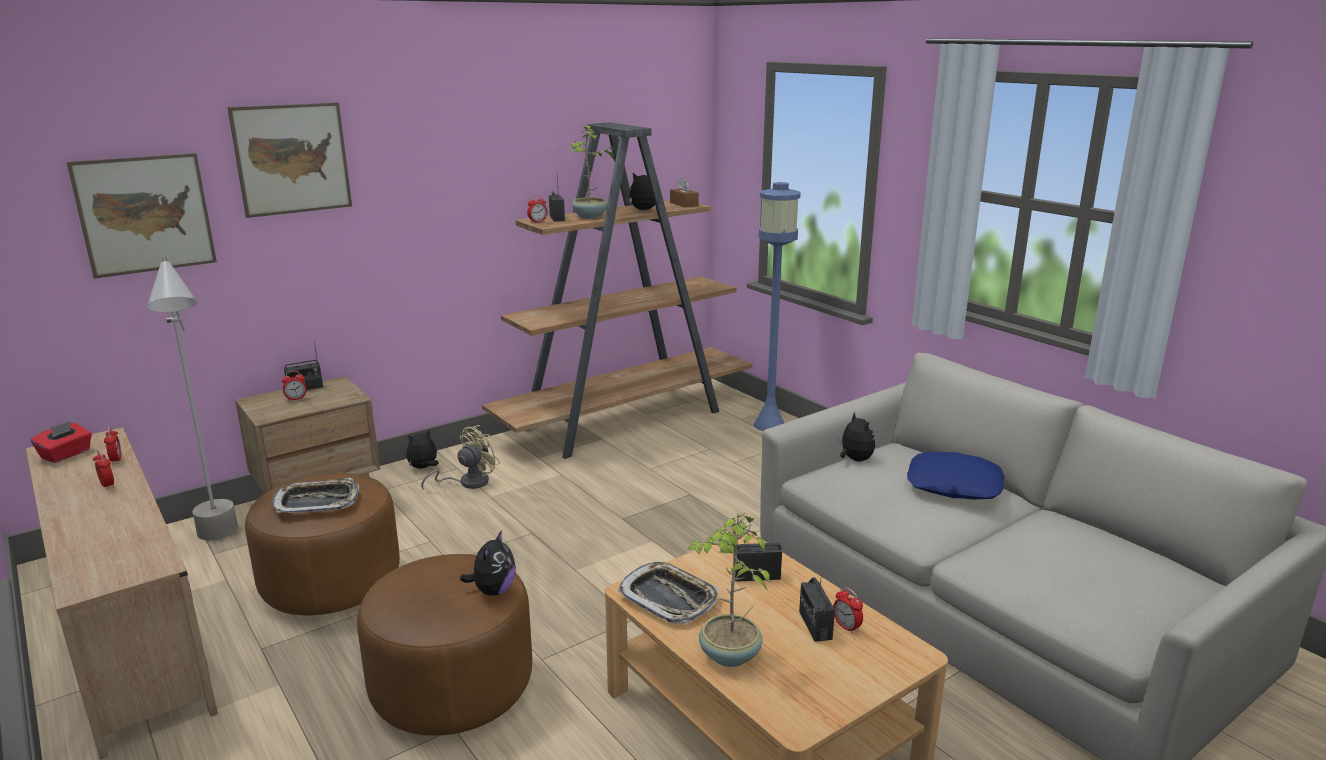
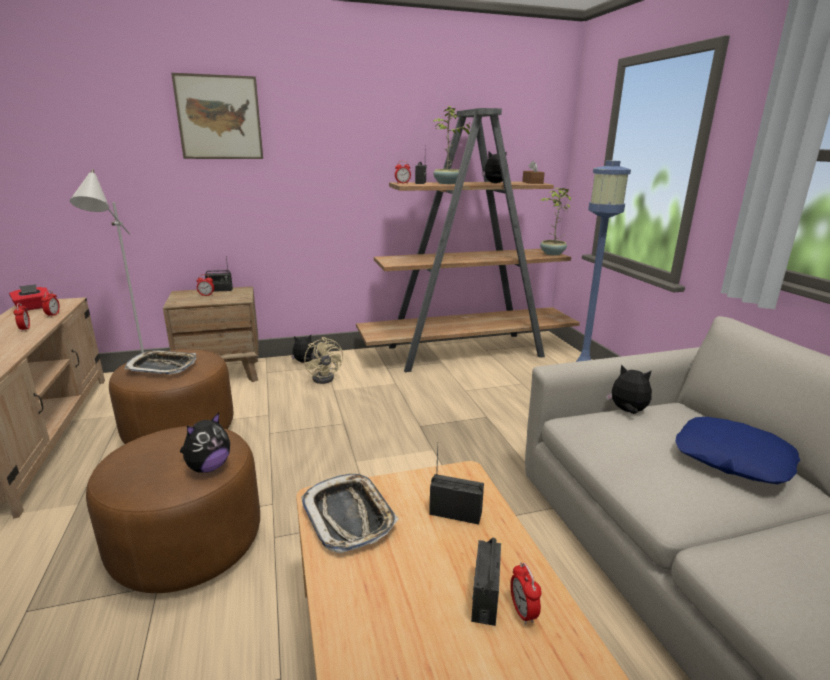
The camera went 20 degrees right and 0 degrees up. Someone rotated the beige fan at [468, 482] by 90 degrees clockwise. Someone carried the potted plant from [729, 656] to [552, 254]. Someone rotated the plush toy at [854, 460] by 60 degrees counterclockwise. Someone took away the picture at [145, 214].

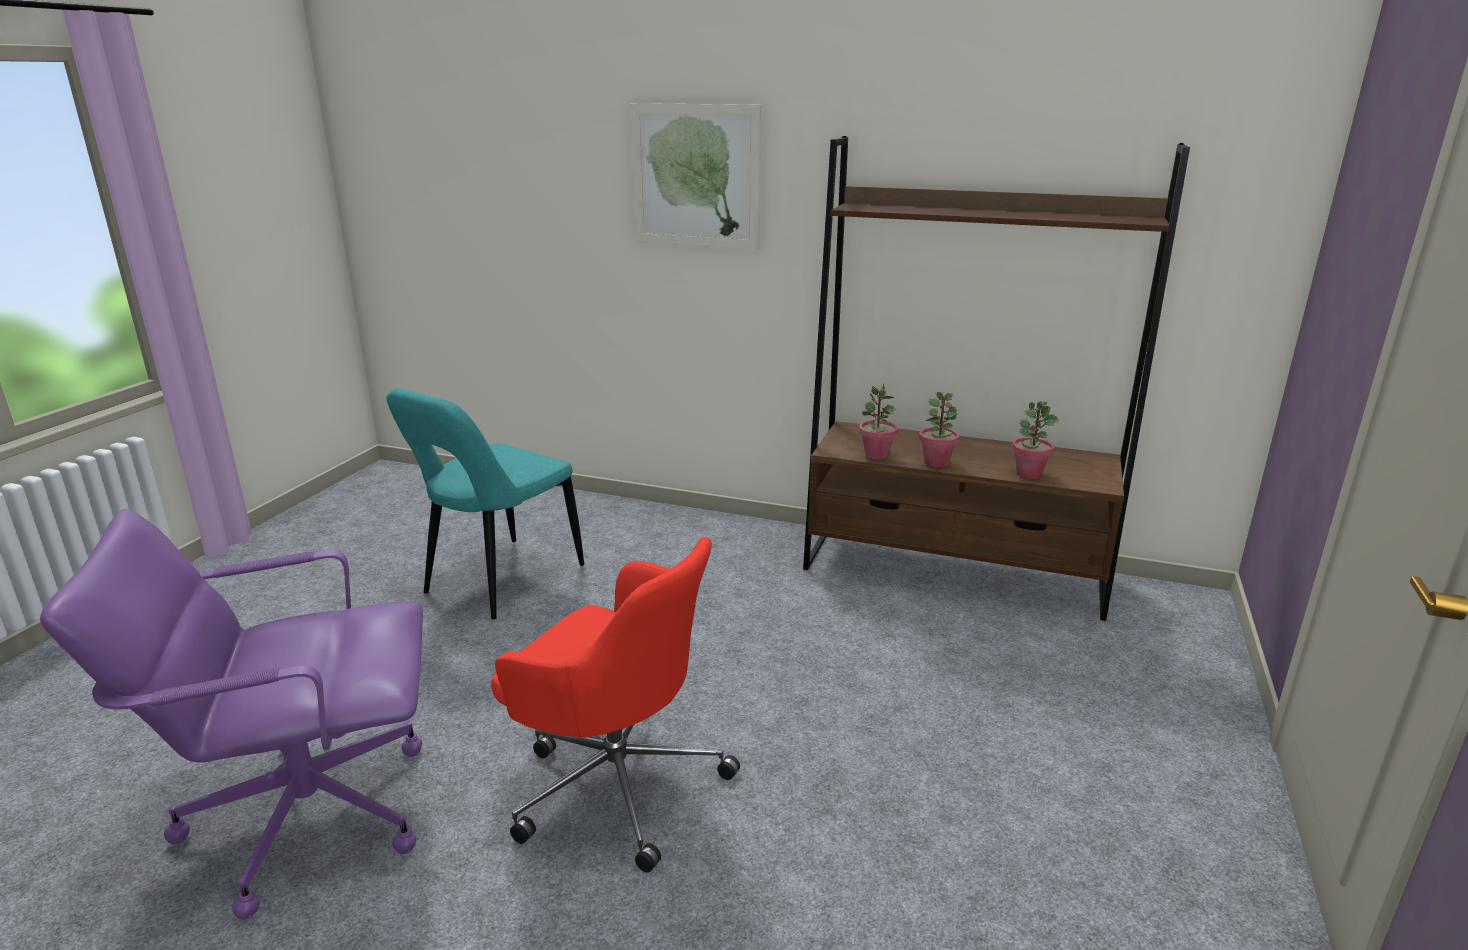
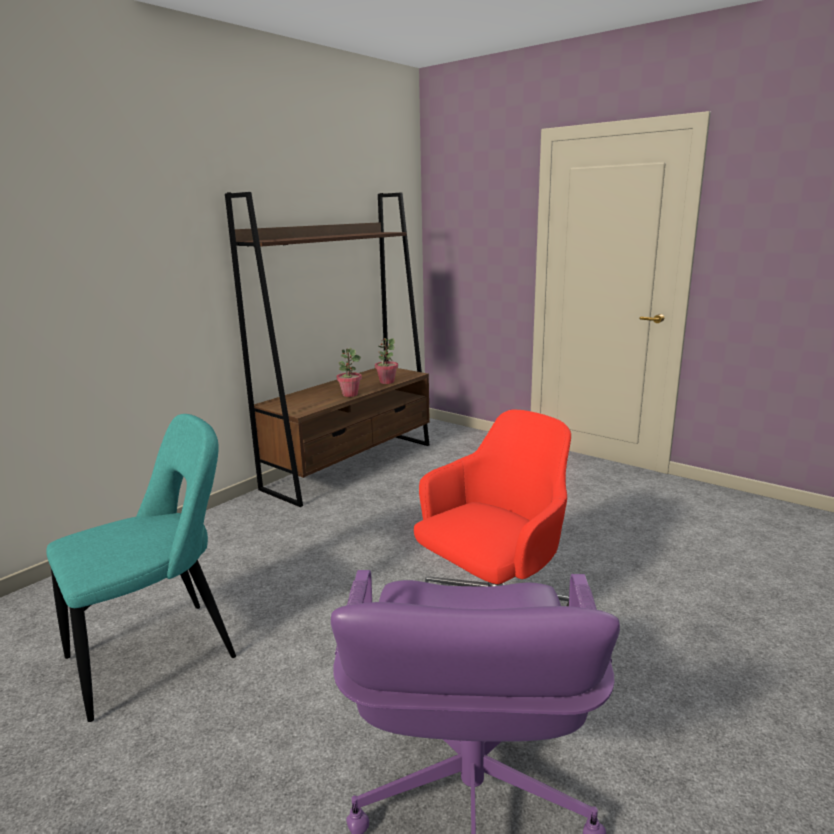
The camera went 70 degrees left and 5 degrees down. Someone rotated the turquoise chair at [499, 582] by 90 degrees counterclockwise. Someone took away the picture at [695, 176]. Someone took away the potted plant at [876, 455].

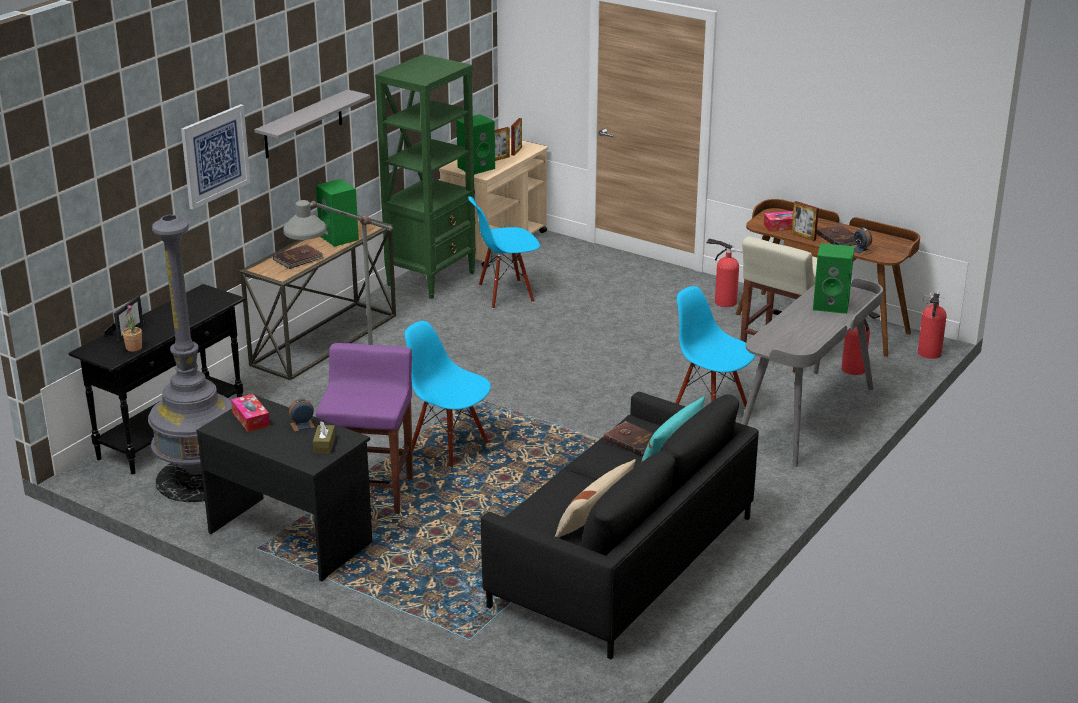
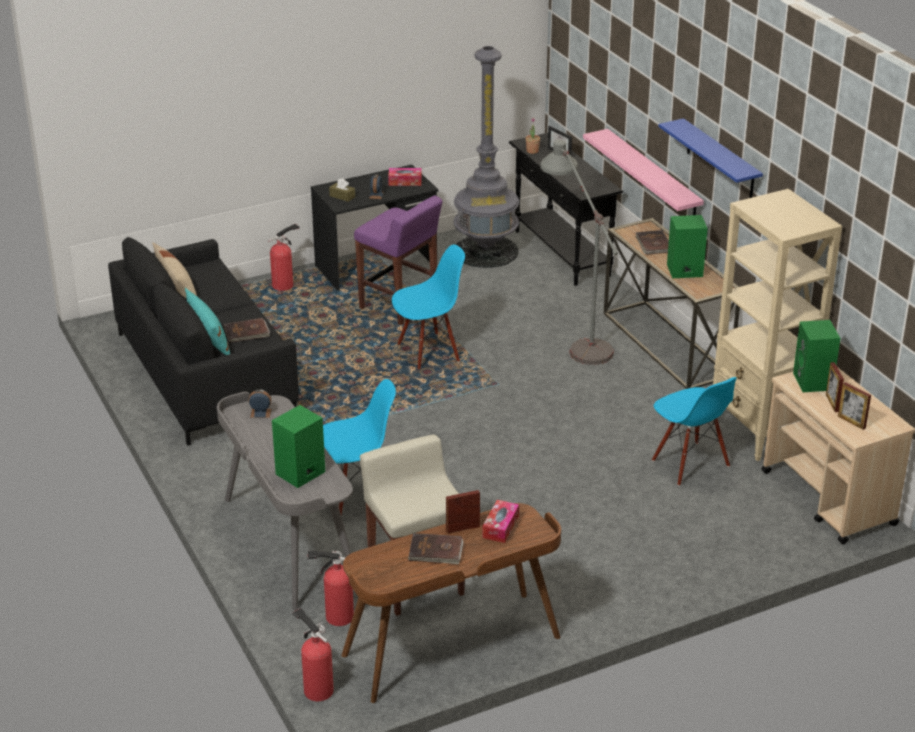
The camera went 120 degrees right and 5 degrees up. Someone carried the alarm clock from [861, 250] to [260, 413]. Someone carried the fire extinguisher from [723, 302] to [285, 285]. Someone put up the pink shelf at [653, 177]. Someone rotated the blue chair at [505, 294] by 135 degrees clockwise. Someone repainted the grey shelf at [303, 124], which became the blue shelf at [720, 160]. Someone repainted the green bookcase at [432, 279], which became the beige bookcase at [760, 432]. Someone took away the picture at [215, 156].

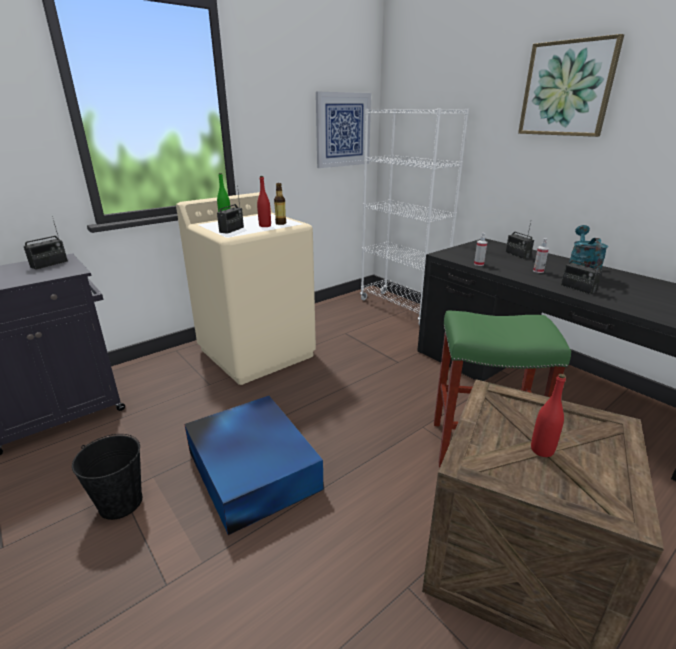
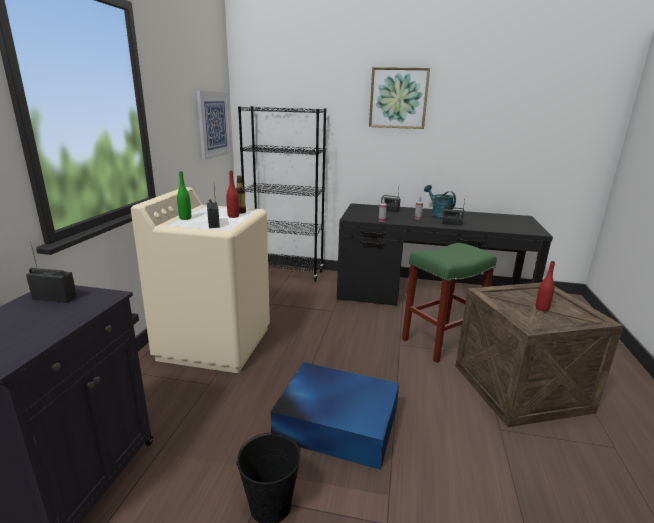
The camera went 40 degrees left and 5 degrees down. Someone rotated the radio at [49, 264] by 75 degrees counterclockwise. Someone repainted the white bookcase at [401, 308], which became the black bookcase at [285, 273].

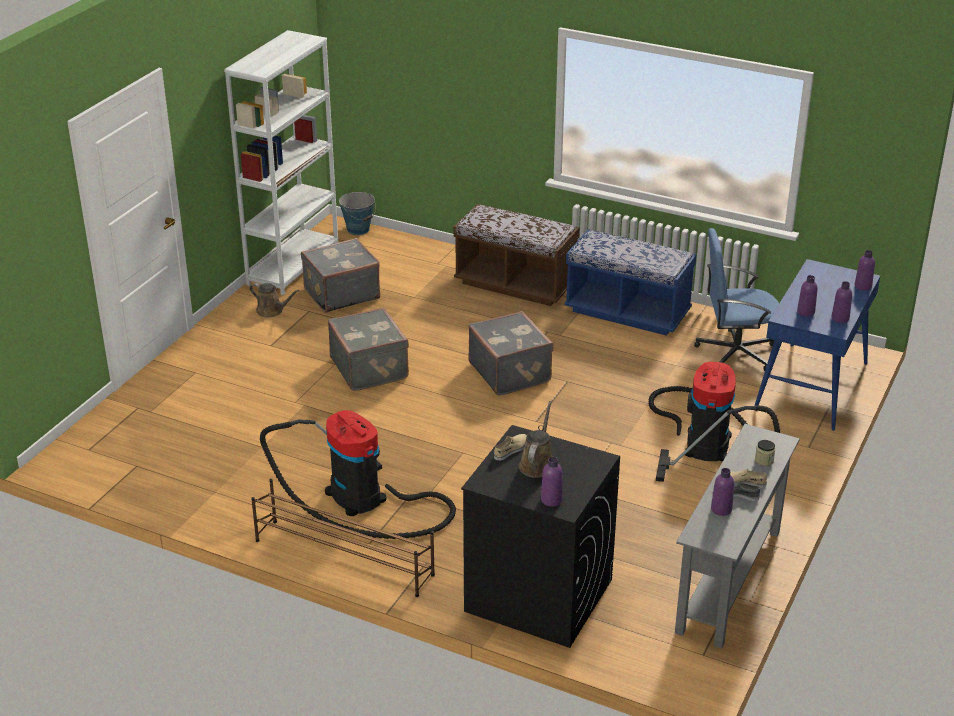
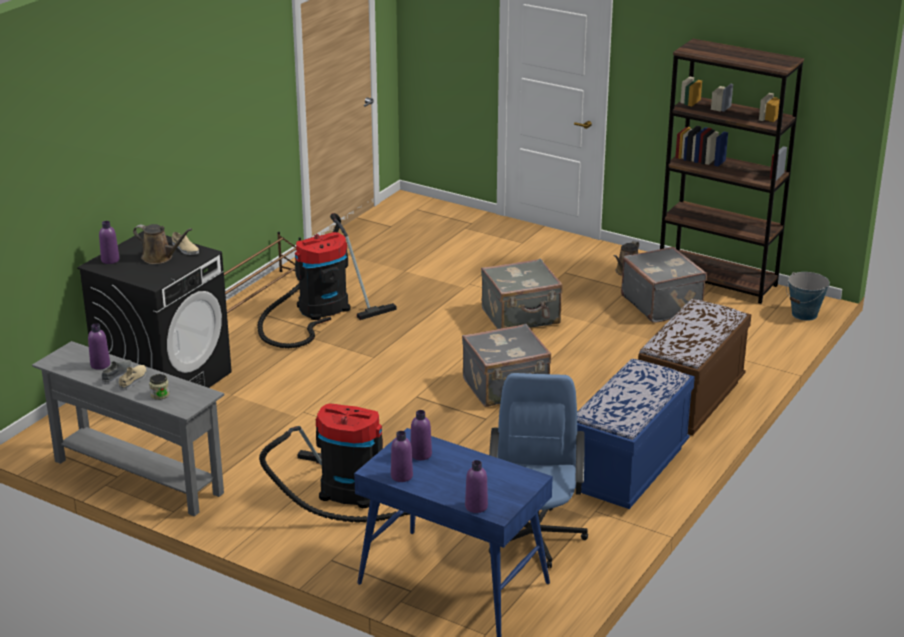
The camera went 95 degrees right and 5 degrees down. Someone repainted the white bookcase at [293, 266], which became the brown bookcase at [717, 281].

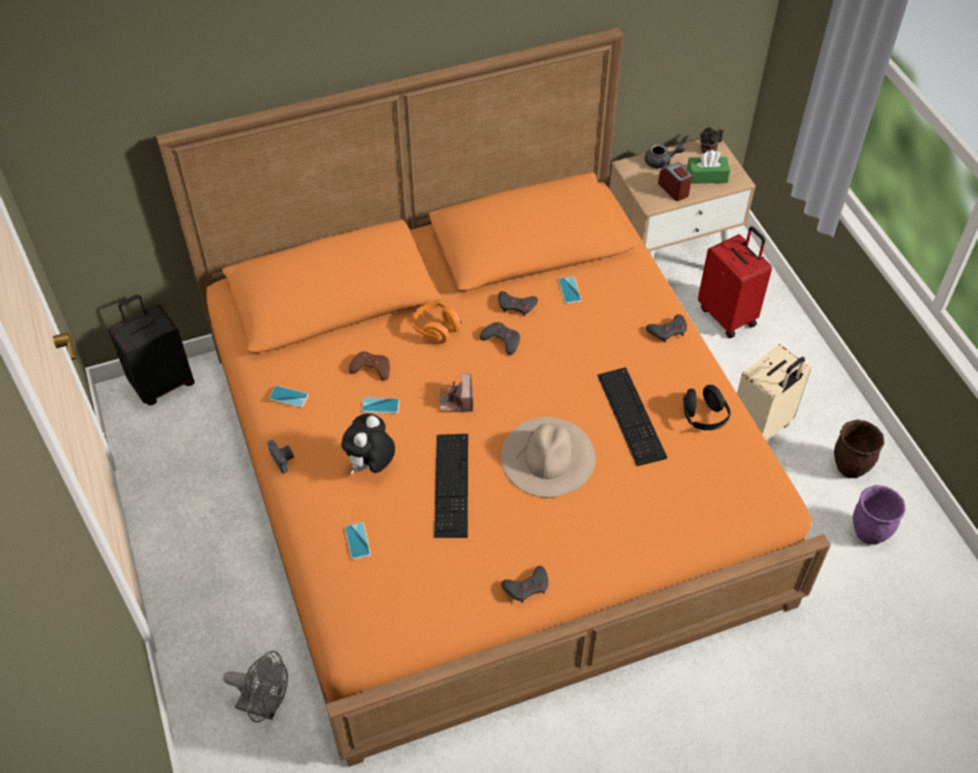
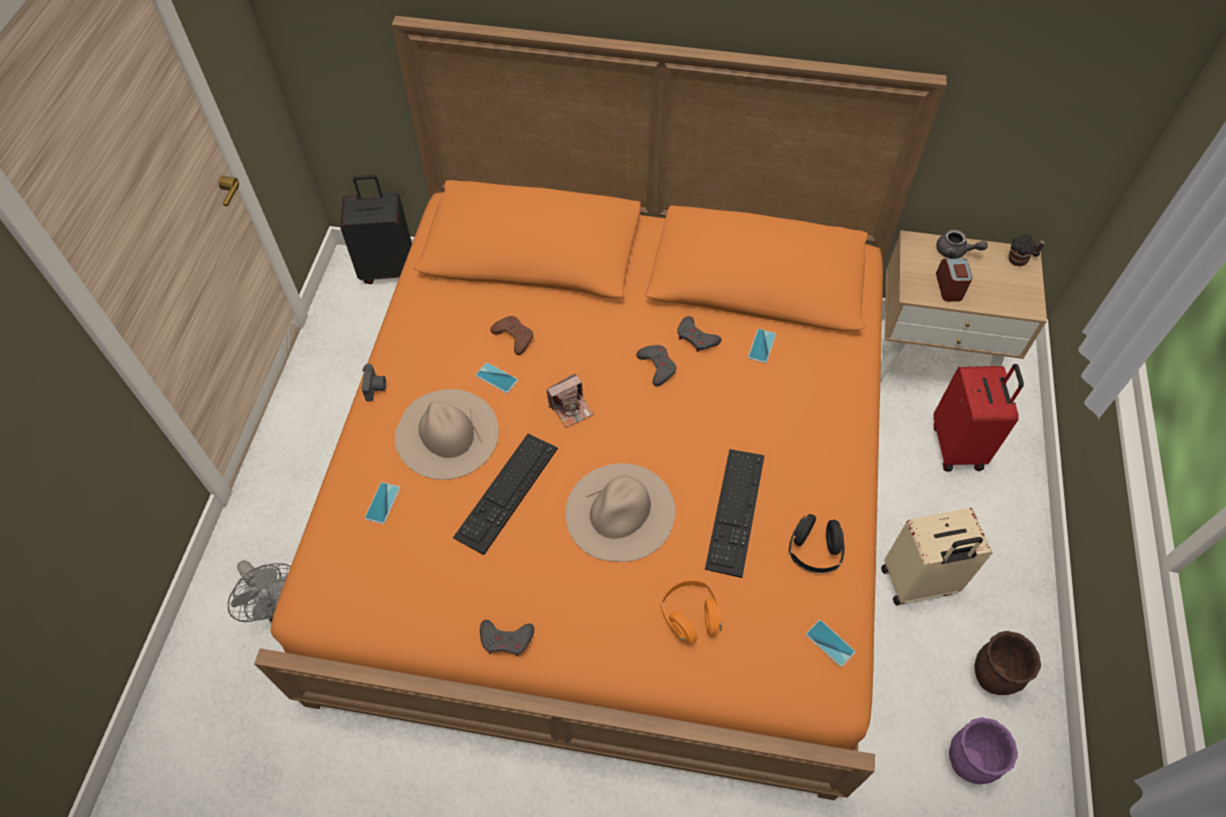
The camera went 30 degrees right and 5 degrees up. Someone swapped the plush toy at [371, 465] for the beige hat at [446, 433]. Someone rotated the photo camera at [456, 401] by 150 degrees counterclockwise. Someone carried the orange headphones from [436, 330] to [690, 616]. Someone carried the phone from [288, 397] to [830, 643]. Someone took away the grey game controller at [668, 331]. Someone took away the green tissue box at [707, 176].

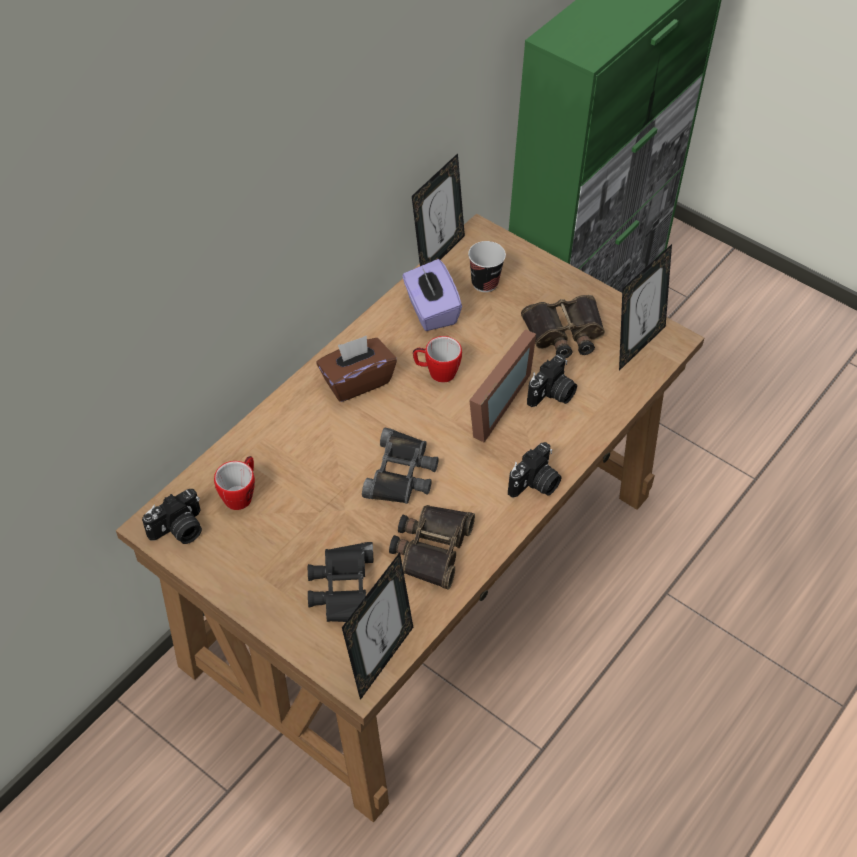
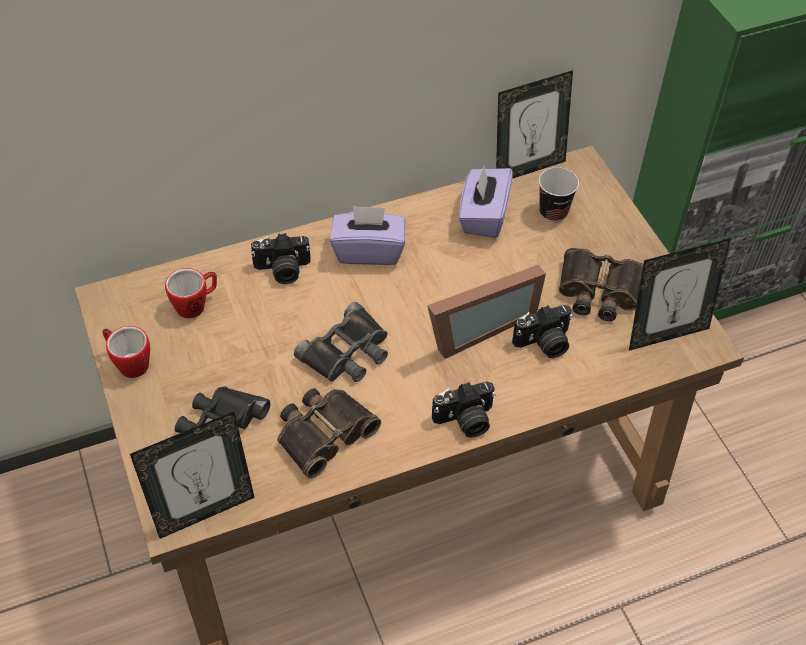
The camera went 30 degrees right and 0 degrees up. Someone carried the mug from [436, 372] to [129, 363]. Someone carried the photo camera from [179, 530] to [282, 270]. Someone repainted the brown tissue box at [356, 381], which became the purple tissue box at [368, 251].

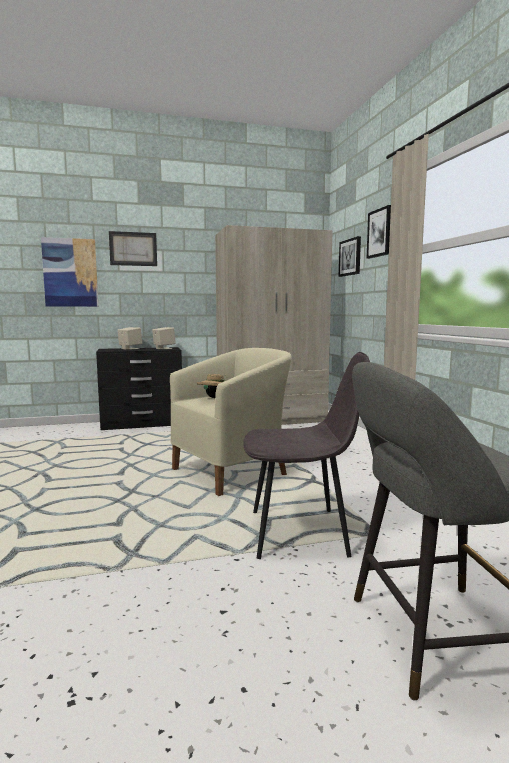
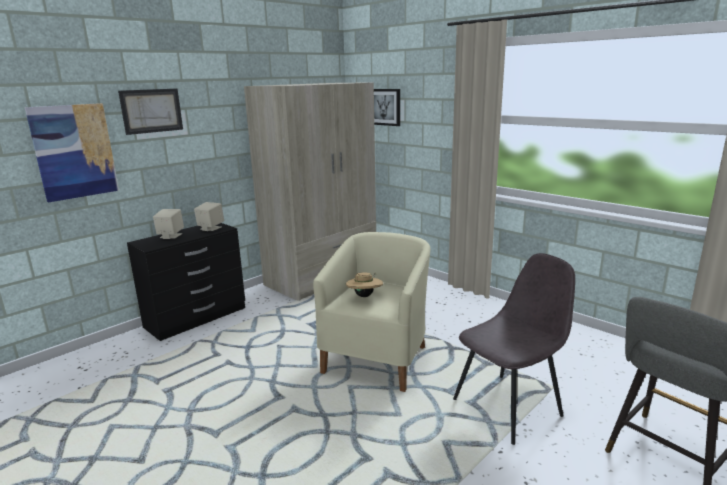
The camera went 30 degrees left and 10 degrees up. Someone took away the picture at [379, 233].

